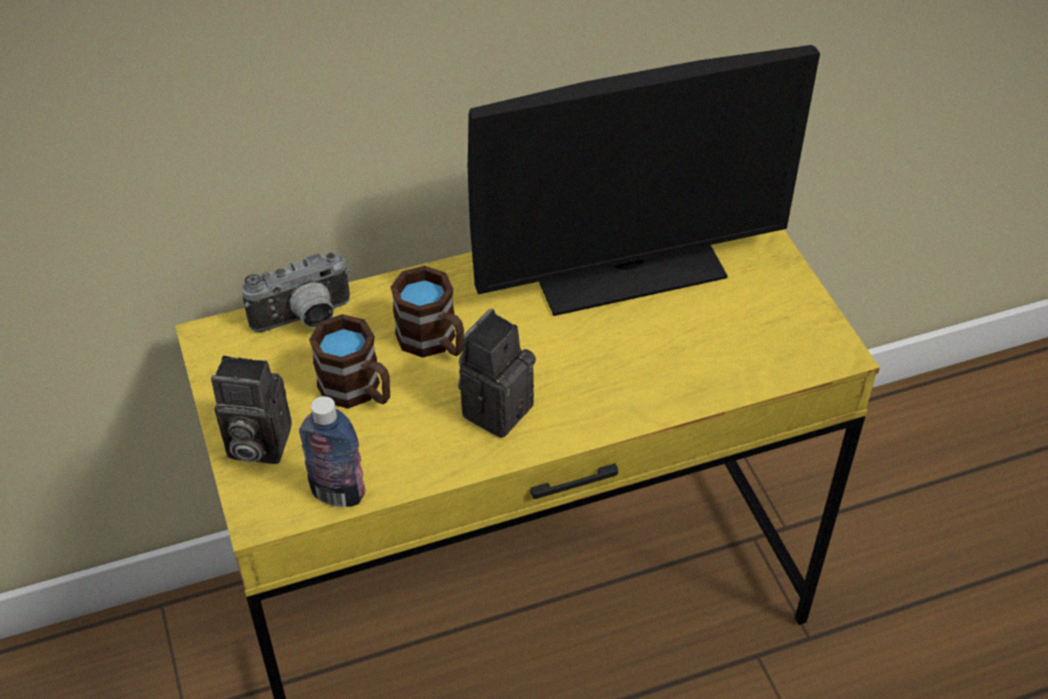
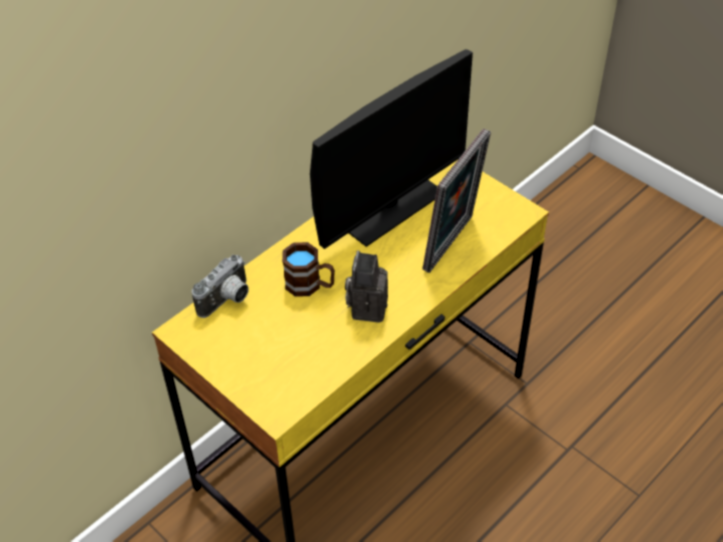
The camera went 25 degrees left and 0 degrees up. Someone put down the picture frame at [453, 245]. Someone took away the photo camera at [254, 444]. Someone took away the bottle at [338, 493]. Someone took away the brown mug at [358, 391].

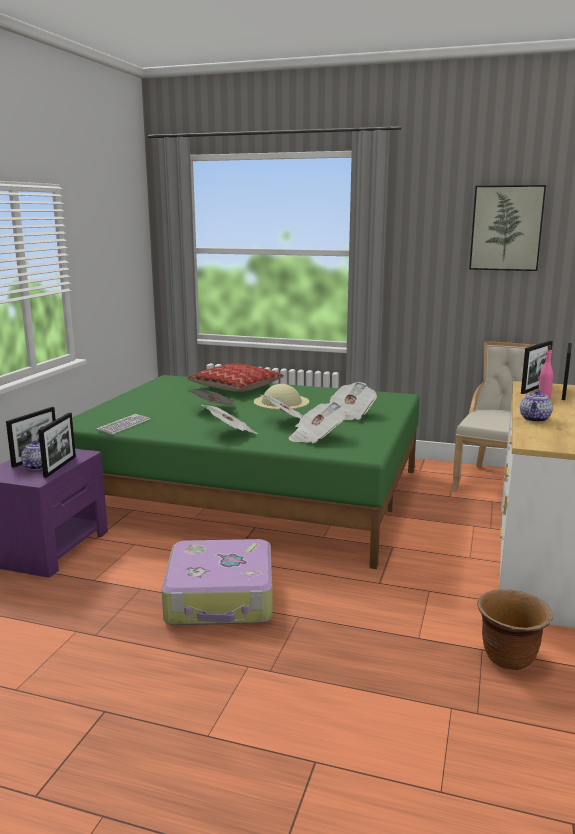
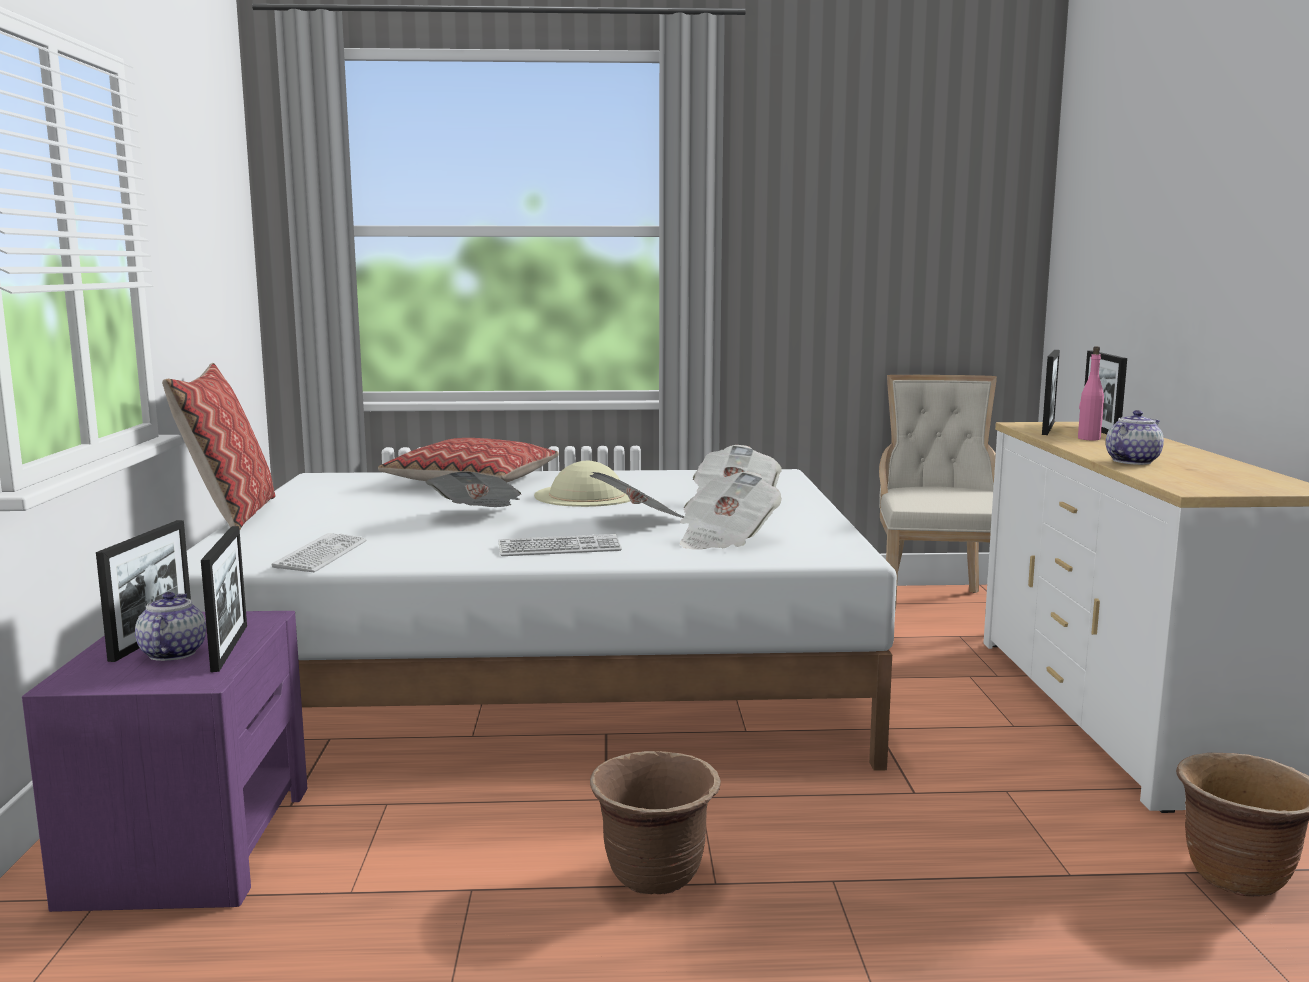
The camera went 20 degrees left and 5 degrees down. Someone put down the pillow at [230, 515]. Someone repainted the green bed at [249, 493], which became the white bed at [543, 676]. Someone swapped the newspaper at [230, 433] for the keyboard at [559, 548]. Someone swapped the suitcase at [221, 598] for the brown planter at [655, 876]. Someone rotated the teapot at [535, 419] by 135 degrees counterclockwise. Someone took away the picture at [506, 228].

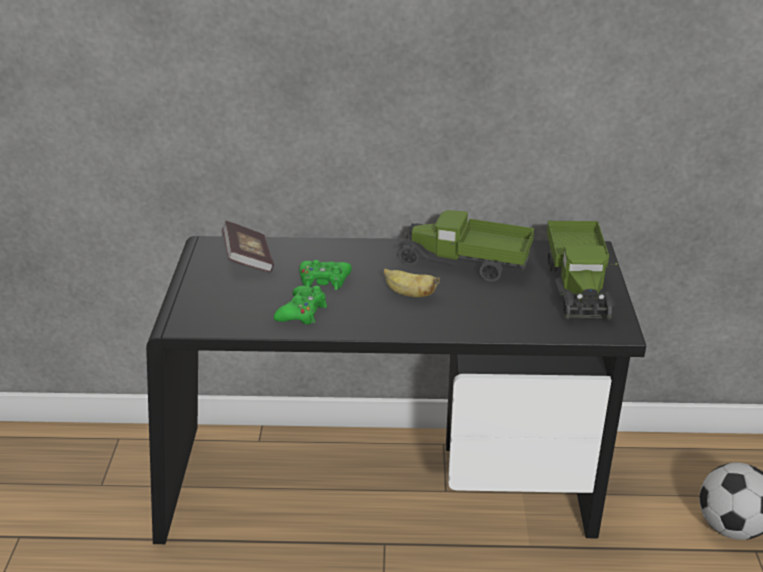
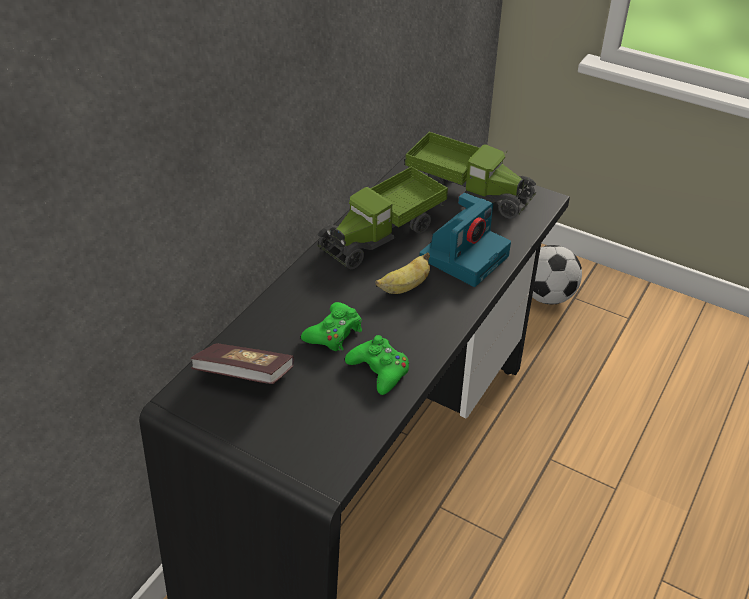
The camera went 60 degrees left and 10 degrees up. Someone put down the photo camera at [464, 255].

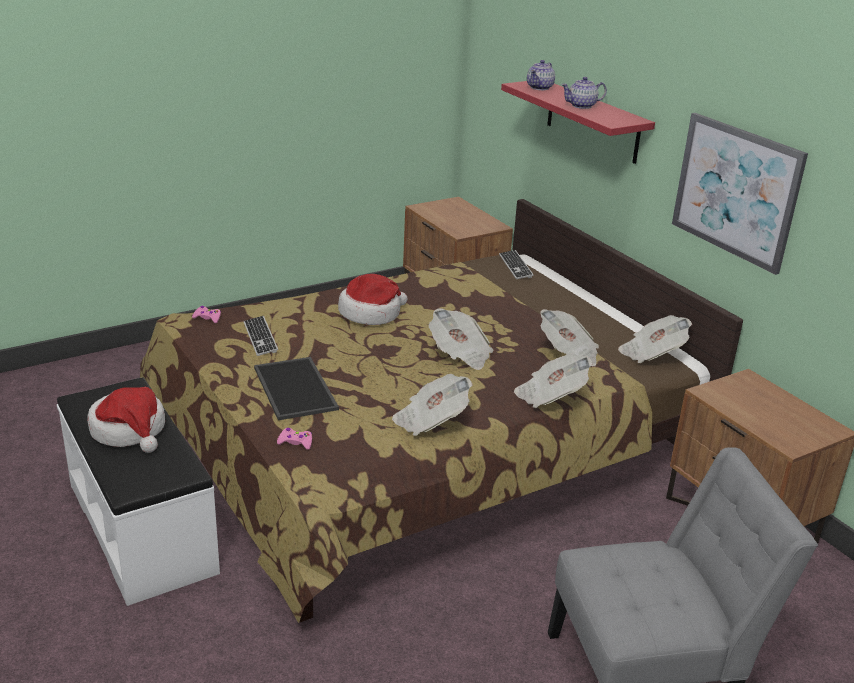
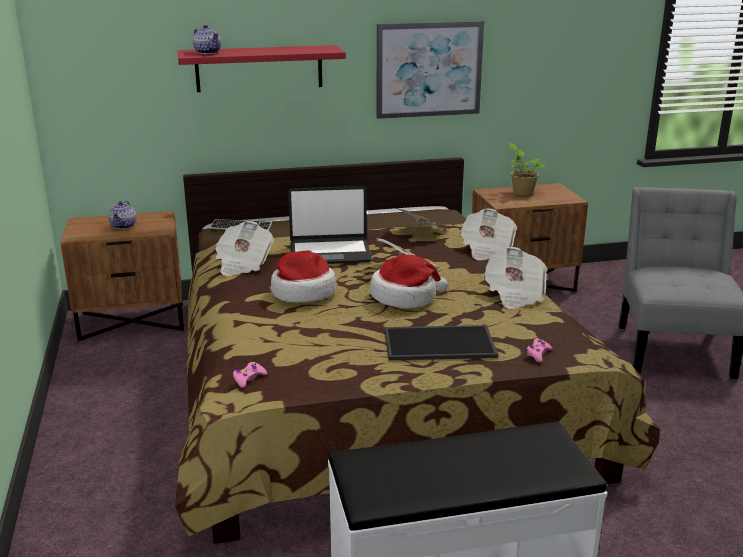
The camera went 70 degrees left and 5 degrees down. Someone carried the teapot from [582, 106] to [124, 226]. Someone carried the newspaper from [651, 354] to [243, 264]. Someone put down the laptop at [330, 253]. Someone carried the hat from [129, 430] to [405, 297]. Someone put down the potted plant at [521, 192]. Someone took away the keyboard at [260, 337].

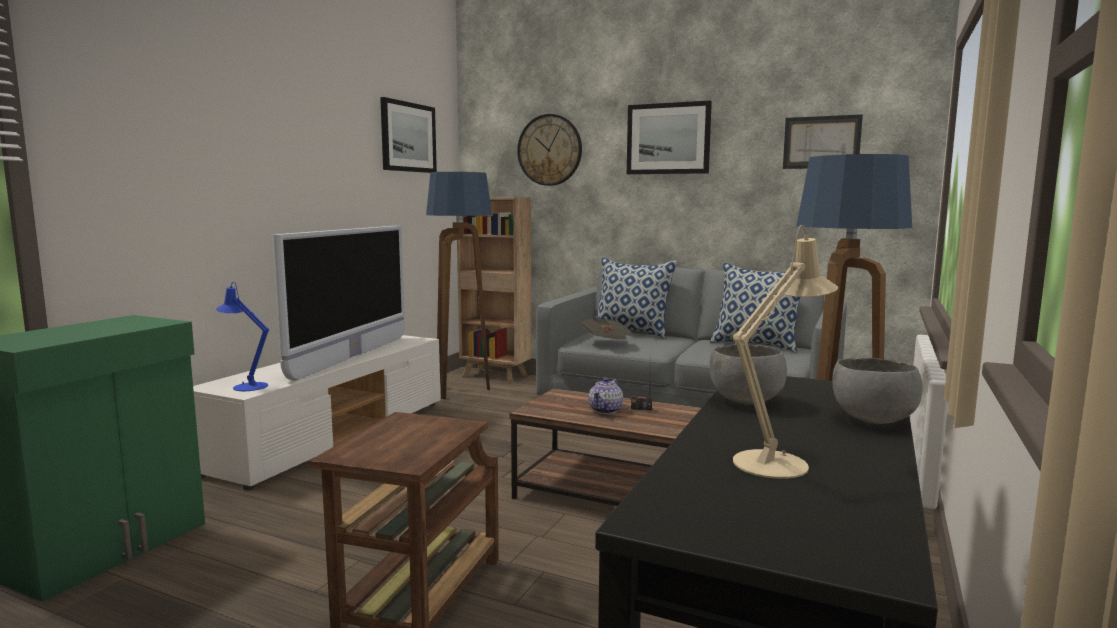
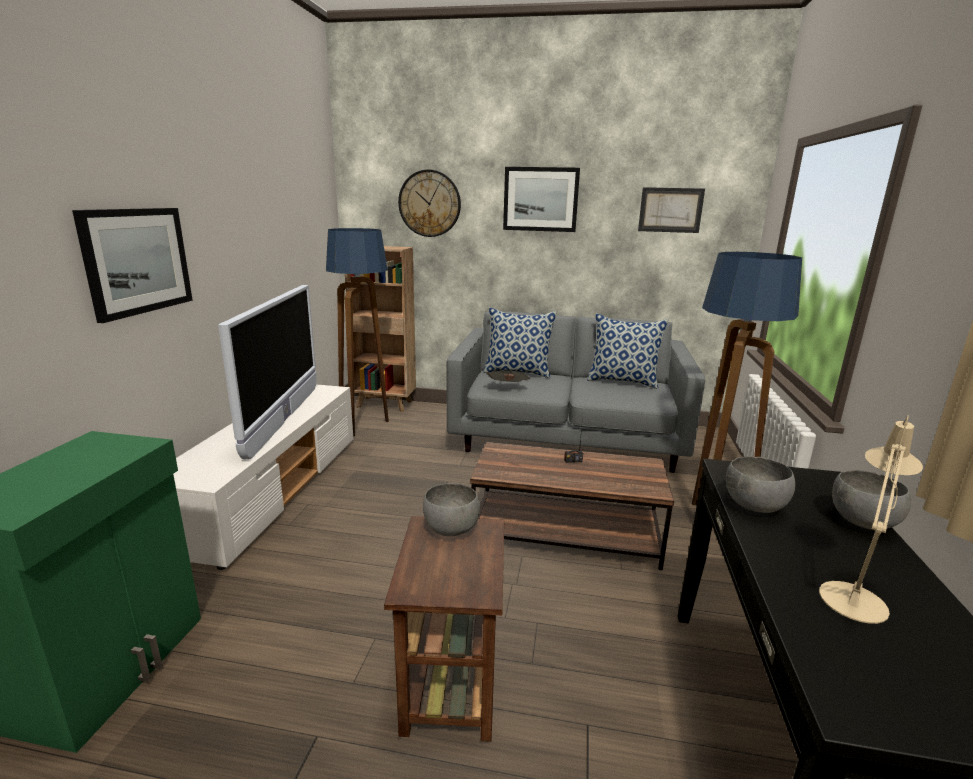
The camera went 15 degrees left and 10 degrees up. Someone carried the picture from [408, 137] to [137, 261]. Someone put down the grey bowl at [450, 529]. Someone took away the blue table lamp at [247, 386]. Someone took away the teapot at [606, 410].

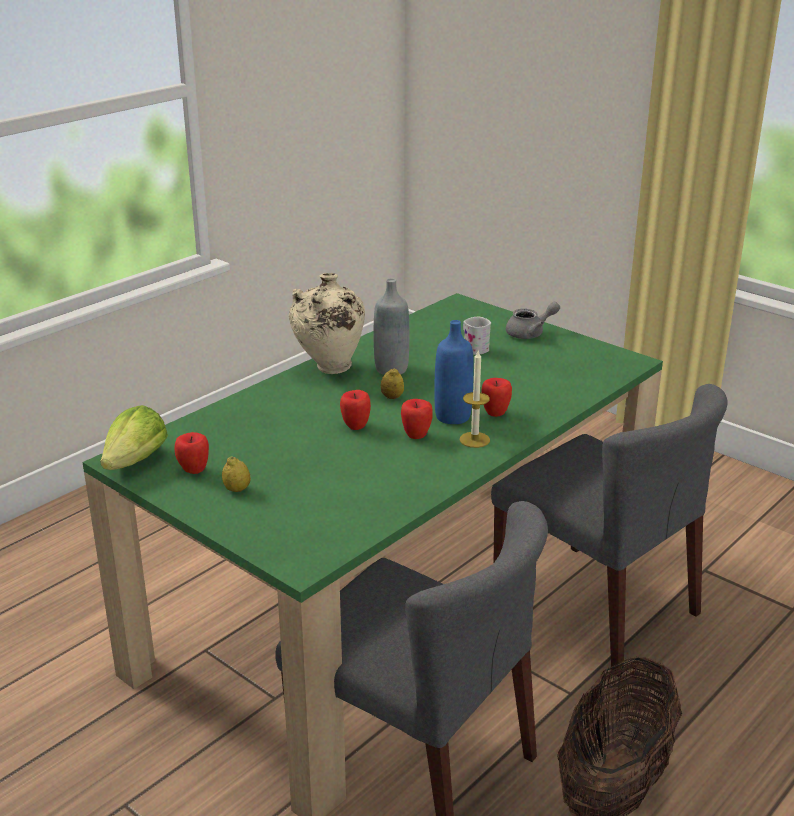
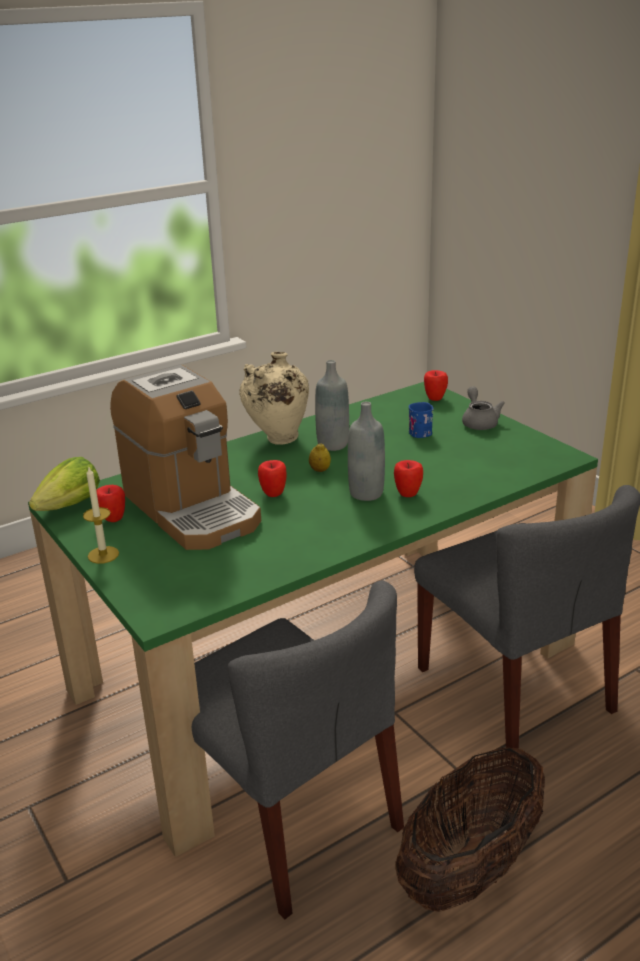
The camera went 15 degrees right and 0 degrees up. Someone carried the candle from [474, 440] to [103, 555]. Someone put down the coffee machine at [191, 508]. Someone repainted the blue bottle at [452, 416], which became the grey bottle at [366, 493]. Someone repainted the white mug at [473, 348], which became the blue mug at [418, 431]. Someone carried the apple from [416, 435] to [435, 398]. Someone rotated the grey teapot at [530, 333] by 90 degrees counterclockwise. Someone took away the lemon at [237, 489].

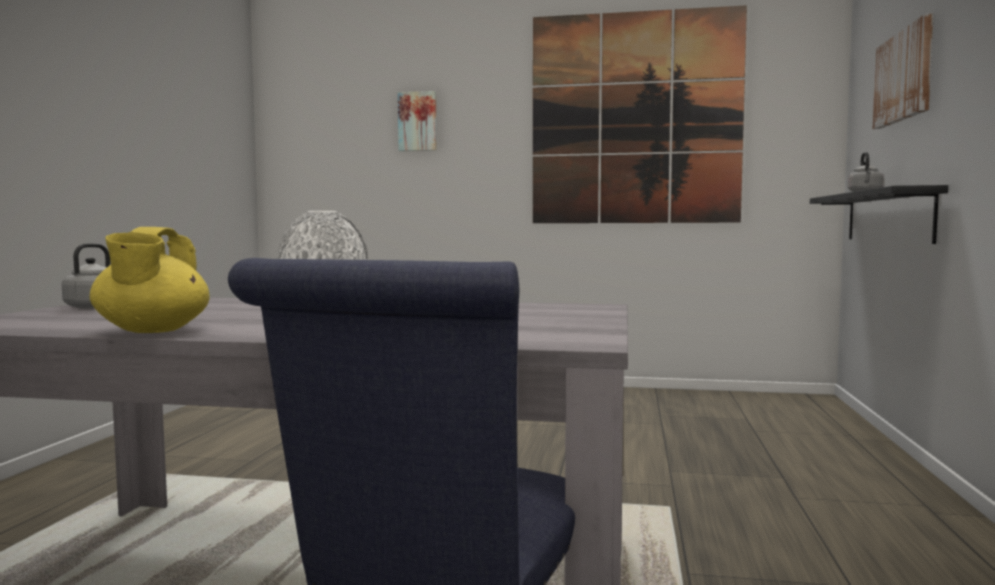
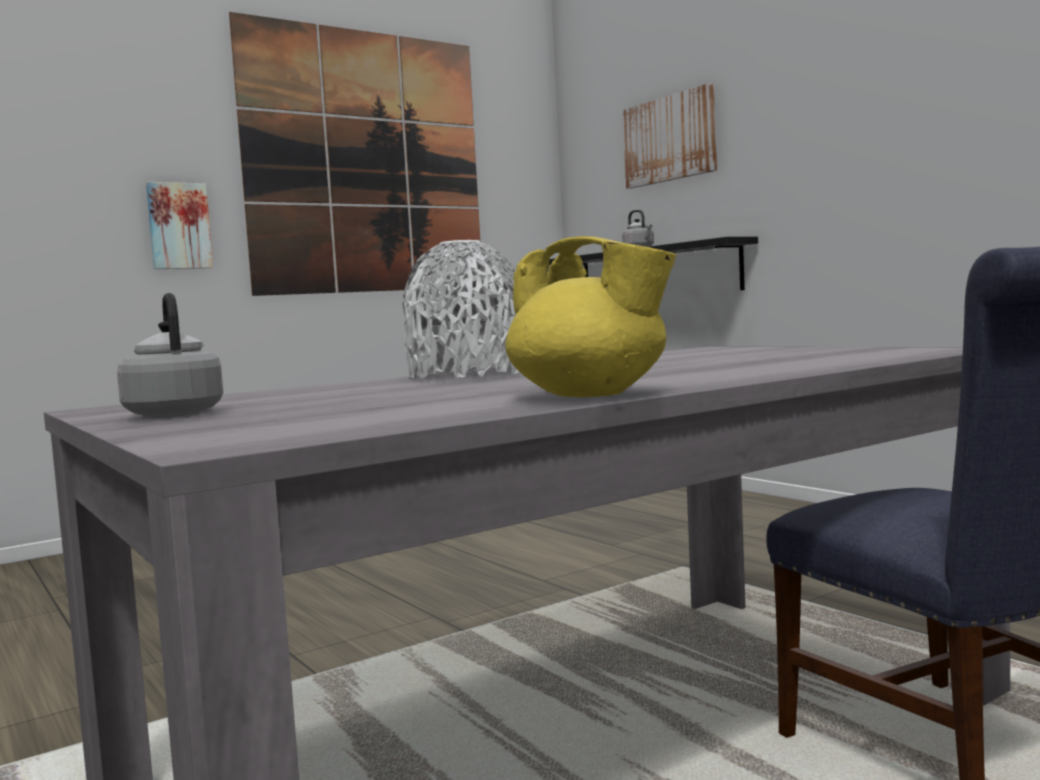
The camera went 45 degrees left and 0 degrees up. Someone carried the picture from [418, 121] to [179, 226].

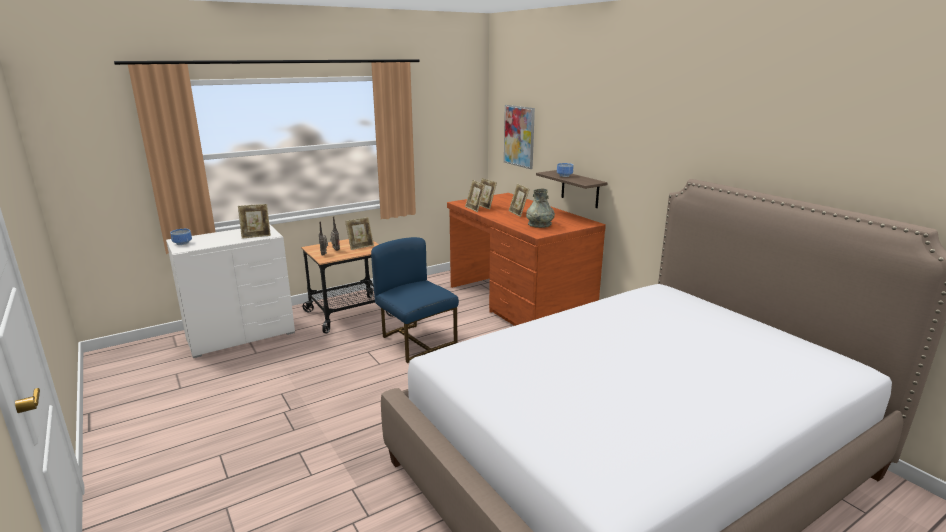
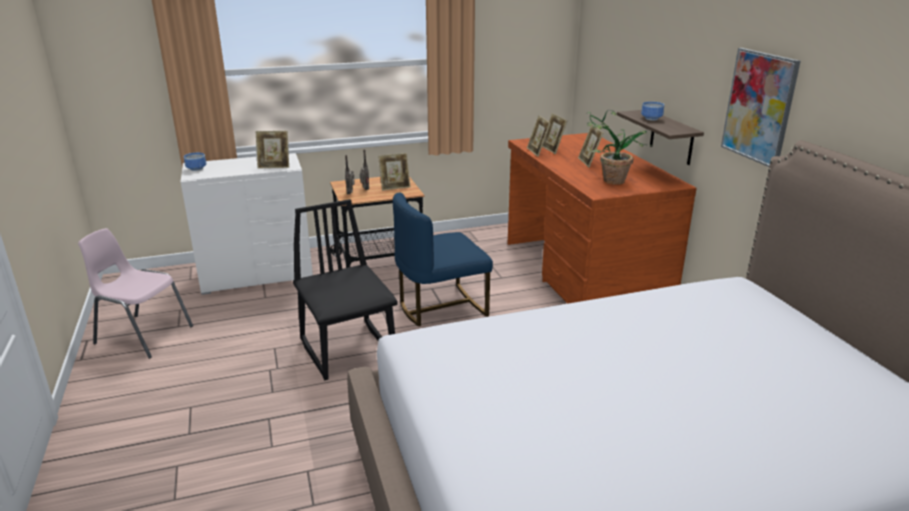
The camera went 15 degrees right and 5 degrees up. Someone put down the pink chair at [142, 335]. Someone put down the black chair at [349, 350]. Someone rotated the blue chair at [415, 341] by 90 degrees counterclockwise. Someone swapped the grey vase at [539, 224] for the potted plant at [607, 180]. Someone carried the picture from [519, 136] to [759, 107].

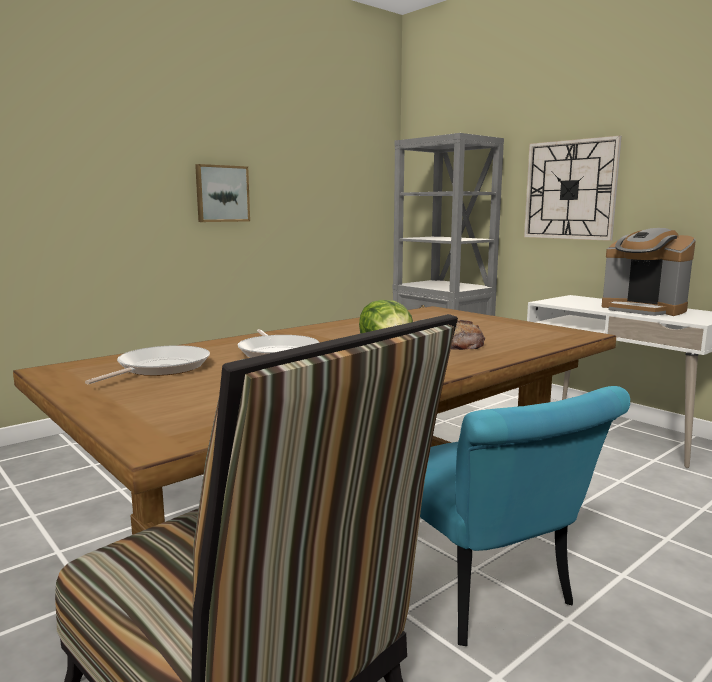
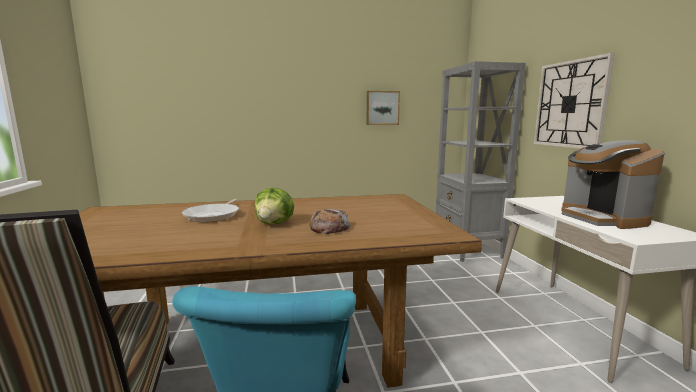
The camera went 30 degrees right and 0 degrees up. Someone carried the picture from [222, 193] to [382, 108]. Someone took away the frying pan at [159, 368].

